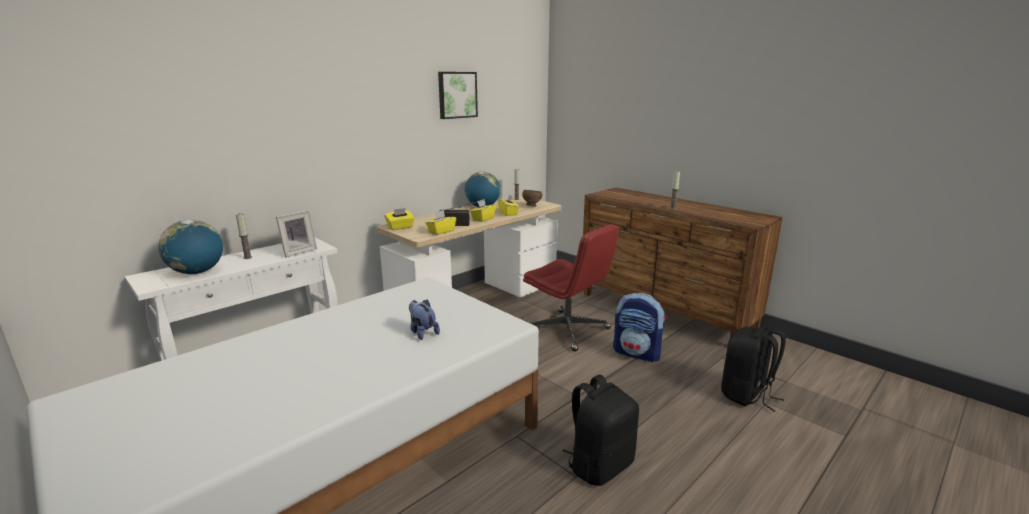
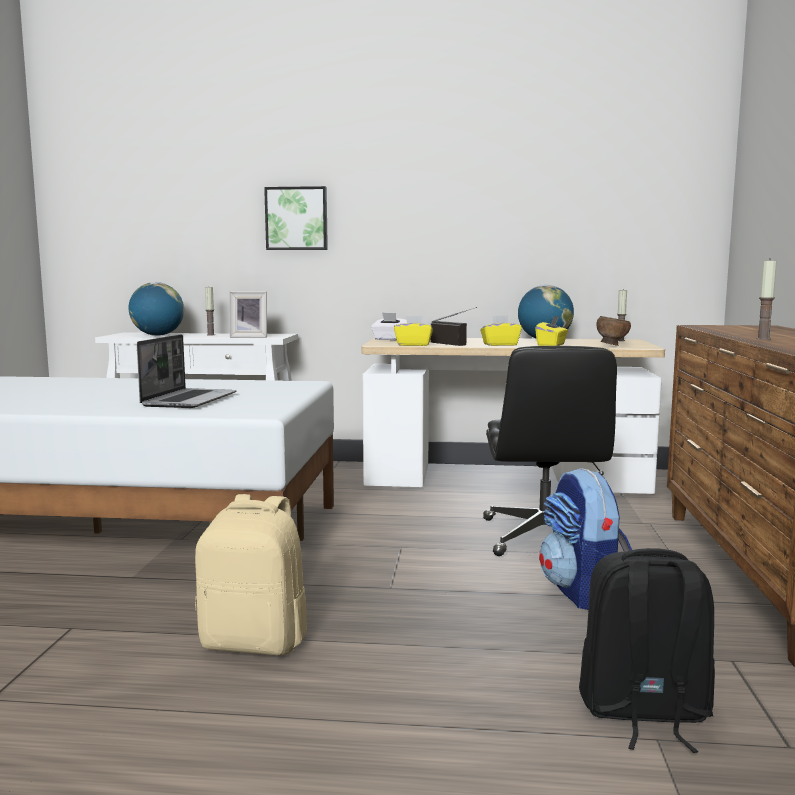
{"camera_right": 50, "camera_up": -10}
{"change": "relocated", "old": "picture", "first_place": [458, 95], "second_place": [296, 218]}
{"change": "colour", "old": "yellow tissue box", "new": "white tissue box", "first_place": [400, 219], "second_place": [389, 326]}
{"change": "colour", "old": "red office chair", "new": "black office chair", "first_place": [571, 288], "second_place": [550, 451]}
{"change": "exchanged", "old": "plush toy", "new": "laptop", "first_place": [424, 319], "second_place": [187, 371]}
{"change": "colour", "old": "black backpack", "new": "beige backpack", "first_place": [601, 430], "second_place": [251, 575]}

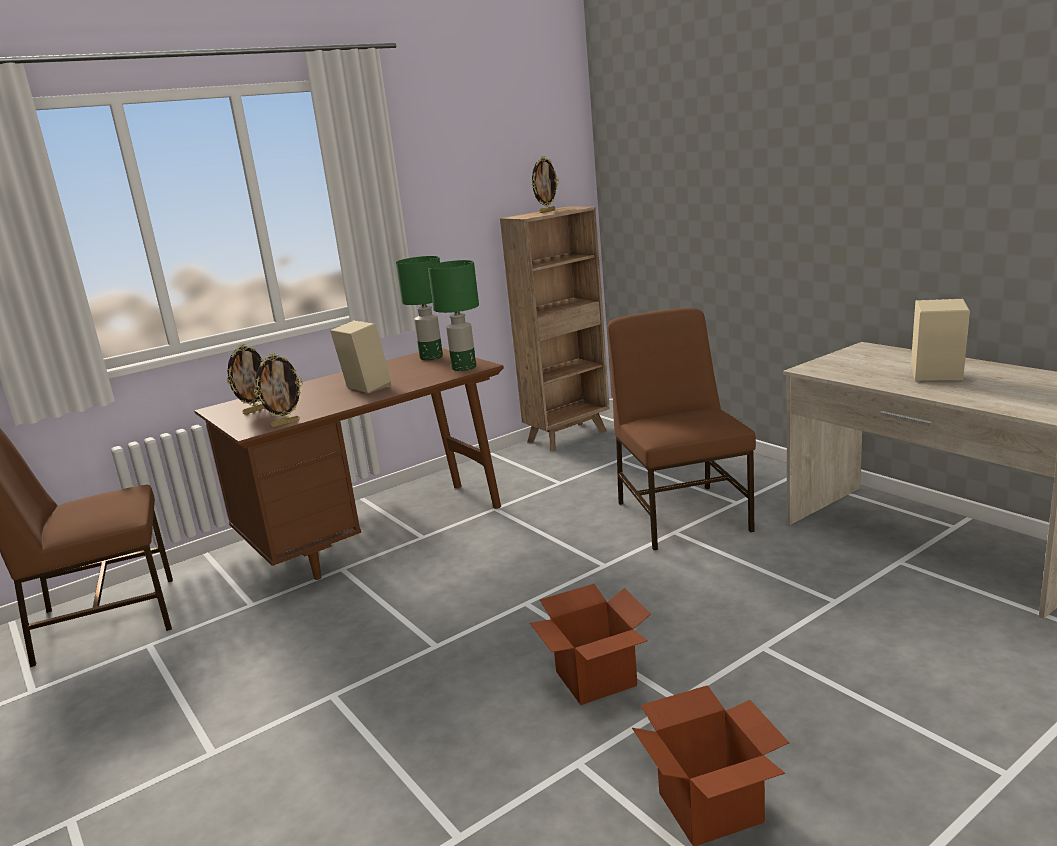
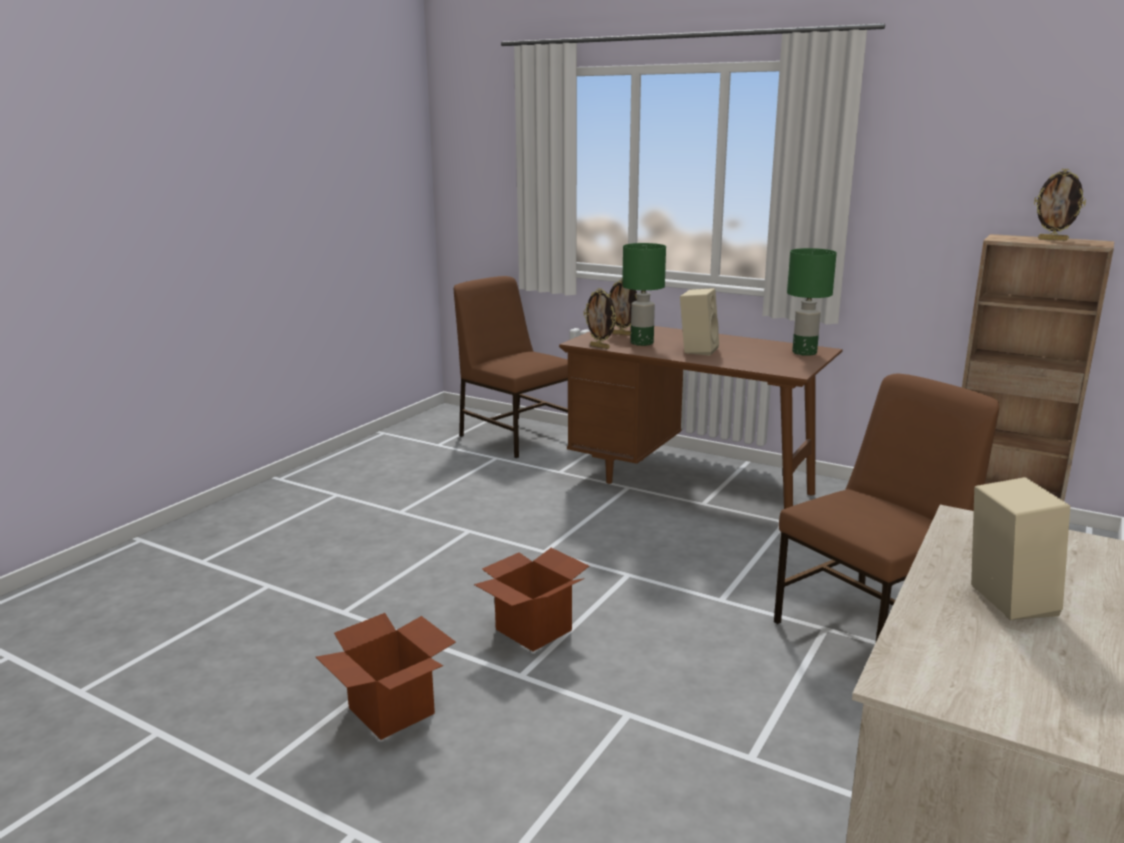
{"camera_right": 65, "camera_up": 0}
{"change": "relocated", "old": "green table lamp", "first_place": [453, 315], "second_place": [644, 294]}

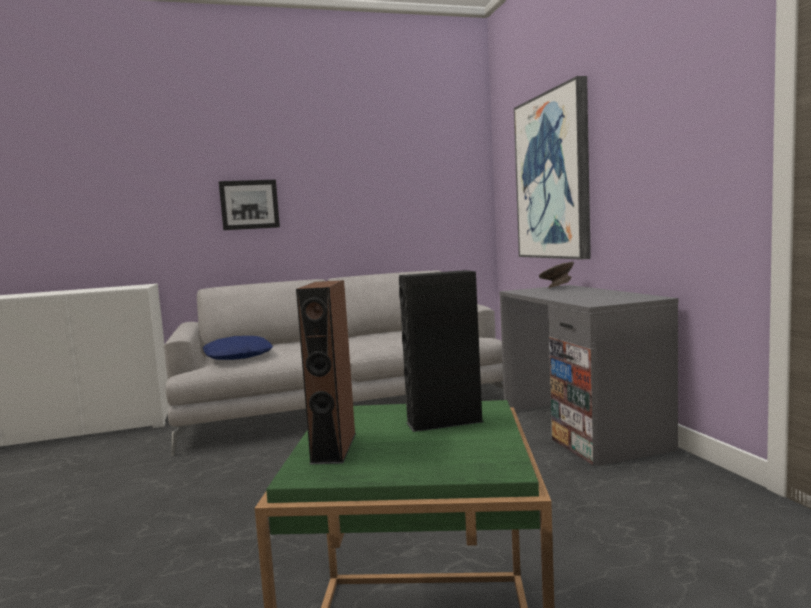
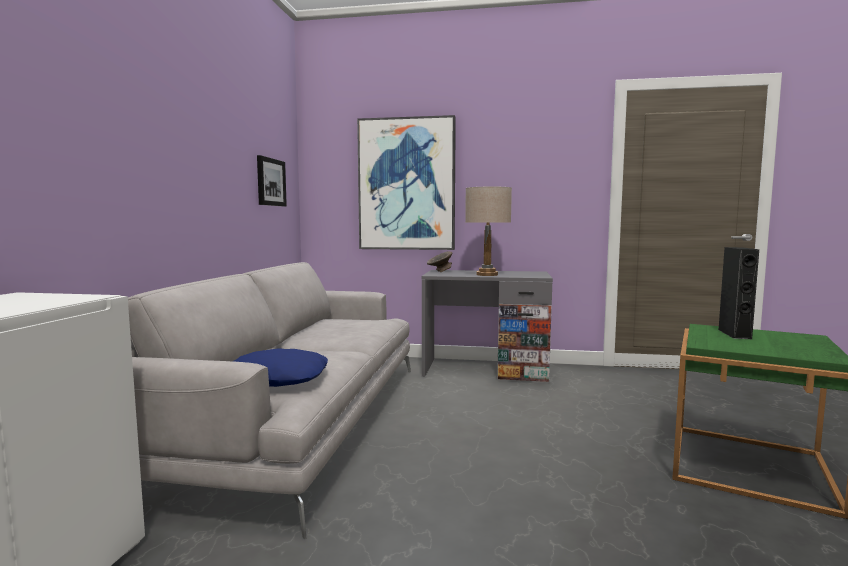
{"camera_right": -65, "camera_up": 0}
{"change": "relocated", "old": "picture", "first_place": [249, 205], "second_place": [272, 181]}
{"change": "missing", "old": "brown speaker", "first_place": [326, 372]}
{"change": "appeared", "new": "beige table lamp", "second_place": [488, 231]}

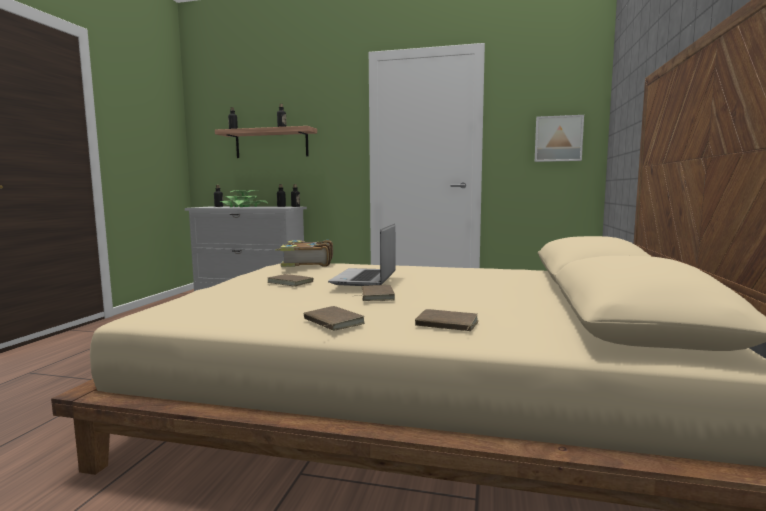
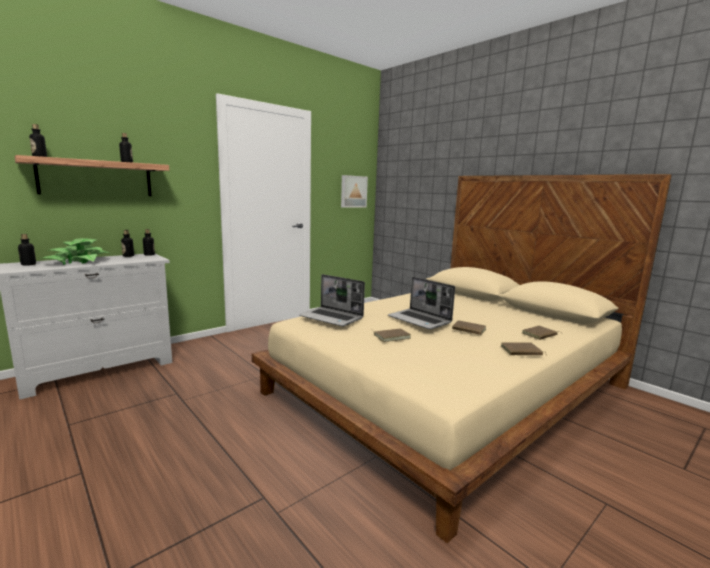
{"camera_right": -55, "camera_up": 5}
{"change": "exchanged", "old": "book", "new": "laptop", "first_place": [304, 253], "second_place": [332, 300]}

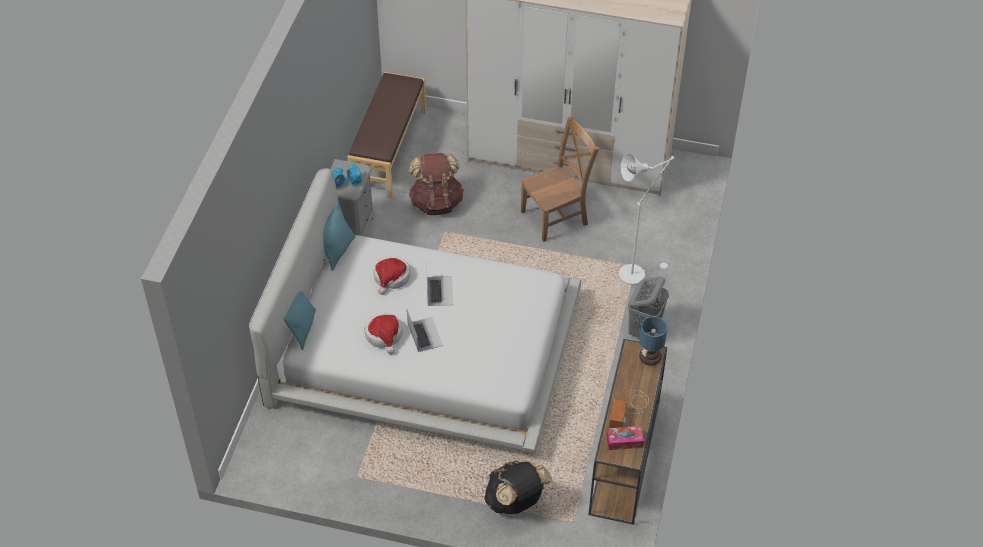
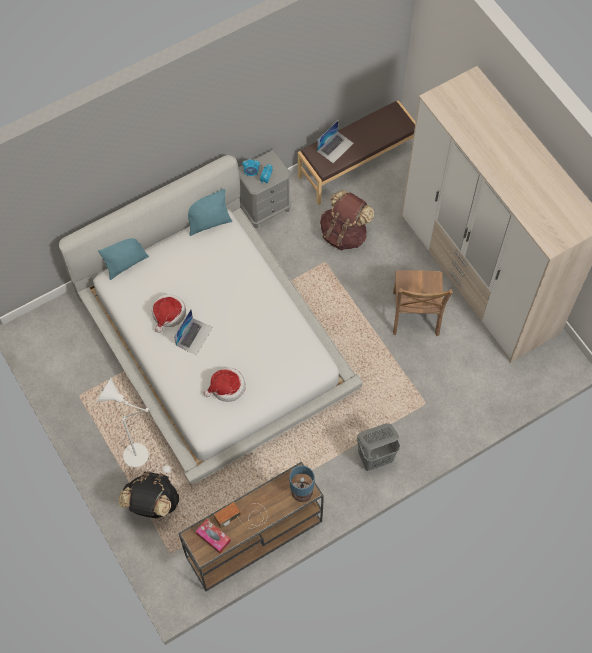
{"camera_right": 45, "camera_up": 15}
{"change": "spun", "old": "brown chair", "first_place": [560, 178], "second_place": [423, 303], "degrees": 75}
{"change": "relocated", "old": "white floor lamp", "first_place": [647, 219], "second_place": [133, 425]}
{"change": "relocated", "old": "hat", "first_place": [392, 275], "second_place": [224, 384]}
{"change": "relocated", "old": "laptop", "first_place": [439, 284], "second_place": [335, 141]}

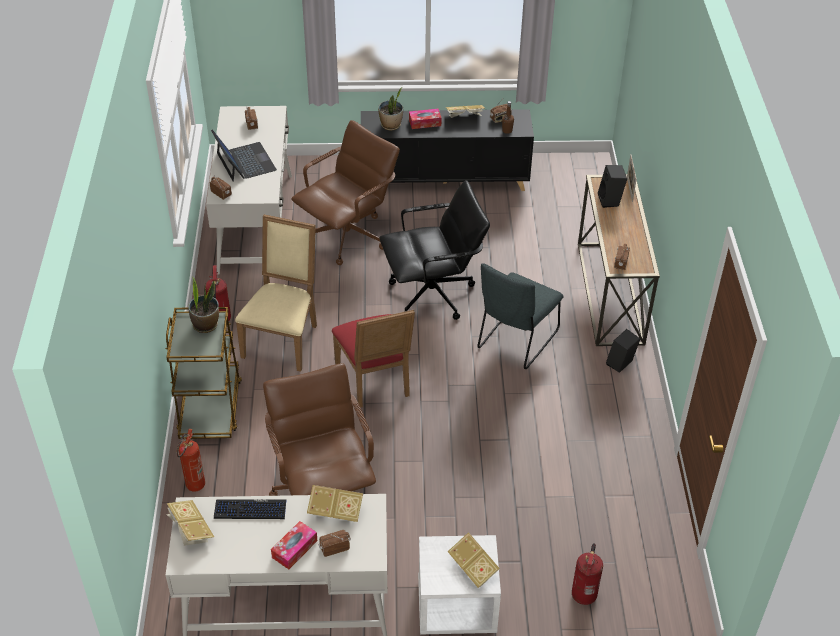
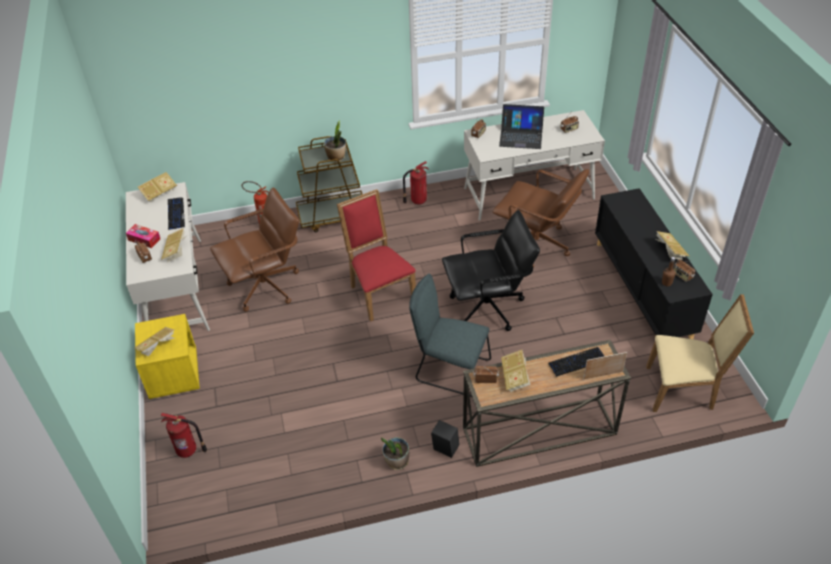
{"camera_right": 80, "camera_up": 0}
{"change": "relocated", "old": "potted plant", "first_place": [390, 108], "second_place": [395, 453]}
{"change": "missing", "old": "tissue box", "first_place": [425, 119]}
{"change": "spun", "old": "laptop", "first_place": [244, 155], "second_place": [521, 126], "degrees": 45}
{"change": "exchanged", "old": "black speaker", "new": "keyboard", "first_place": [612, 186], "second_place": [576, 362]}
{"change": "spun", "old": "black office chair", "first_place": [434, 250], "second_place": [491, 270], "degrees": -75}
{"change": "relocated", "old": "beige chair", "first_place": [276, 293], "second_place": [700, 353]}
{"change": "spun", "old": "red chair", "first_place": [373, 358], "second_place": [376, 255], "degrees": 90}
{"change": "colour", "old": "white nightstand", "new": "yellow nightstand", "first_place": [459, 584], "second_place": [167, 356]}
{"change": "appeared", "new": "book", "second_place": [516, 371]}

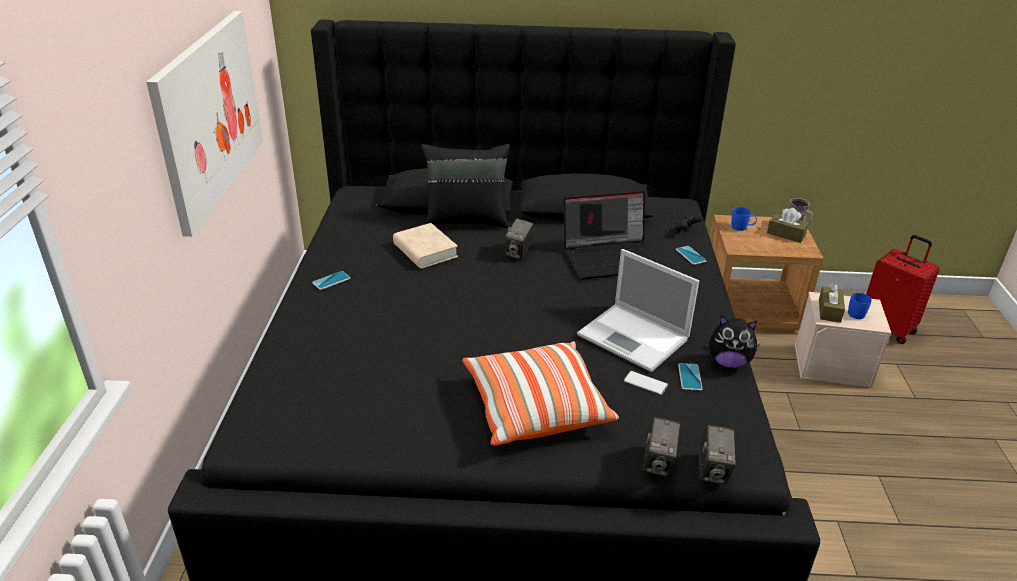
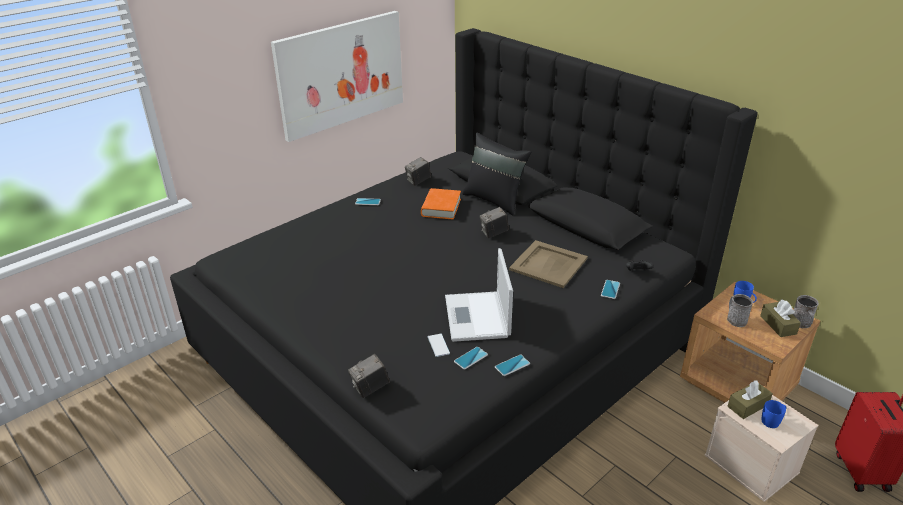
{"camera_right": 45, "camera_up": 0}
{"change": "exchanged", "old": "laptop", "new": "beige tray", "first_place": [611, 235], "second_place": [548, 264]}
{"change": "colour", "old": "beige book", "new": "orange book", "first_place": [425, 246], "second_place": [441, 204]}
{"change": "exchanged", "old": "plush toy", "new": "phone", "first_place": [734, 341], "second_place": [512, 365]}
{"change": "missing", "old": "pillow", "first_place": [540, 393]}
{"change": "relocated", "old": "photo camera", "first_place": [717, 454], "second_place": [418, 171]}
{"change": "appeared", "new": "grey mug", "second_place": [740, 310]}

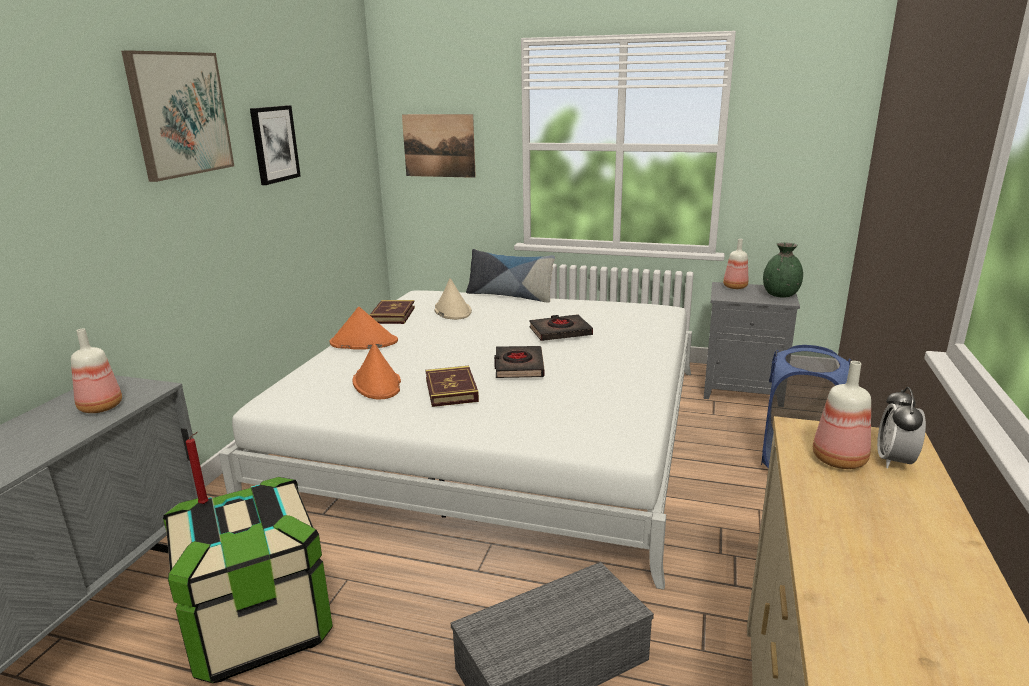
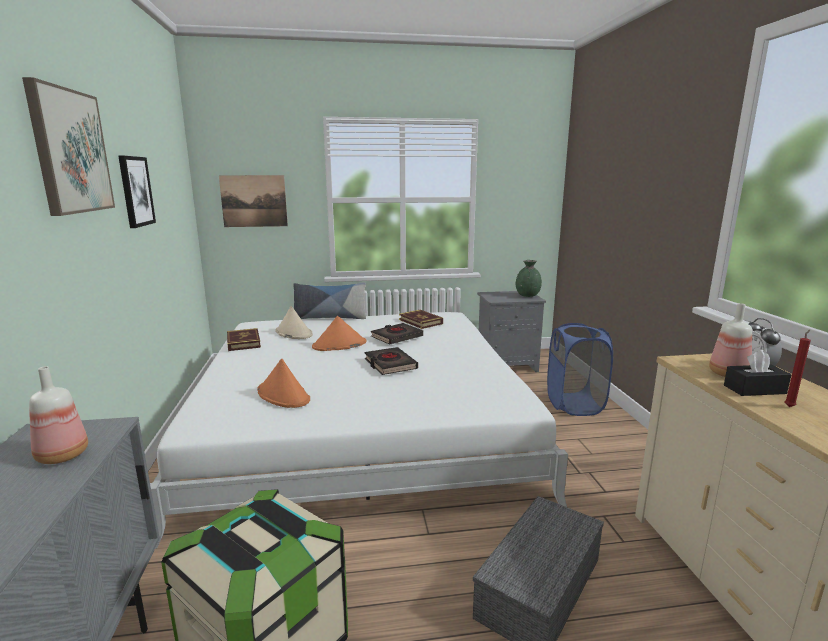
{"camera_right": -25, "camera_up": -5}
{"change": "missing", "old": "bottle", "first_place": [735, 264]}
{"change": "relocated", "old": "orange hat", "first_place": [364, 328], "second_place": [339, 333]}
{"change": "relocated", "old": "book", "first_place": [452, 386], "second_place": [421, 319]}
{"change": "relocated", "old": "red candle", "first_place": [197, 468], "second_place": [797, 368]}
{"change": "appeared", "new": "black tissue box", "second_place": [758, 373]}

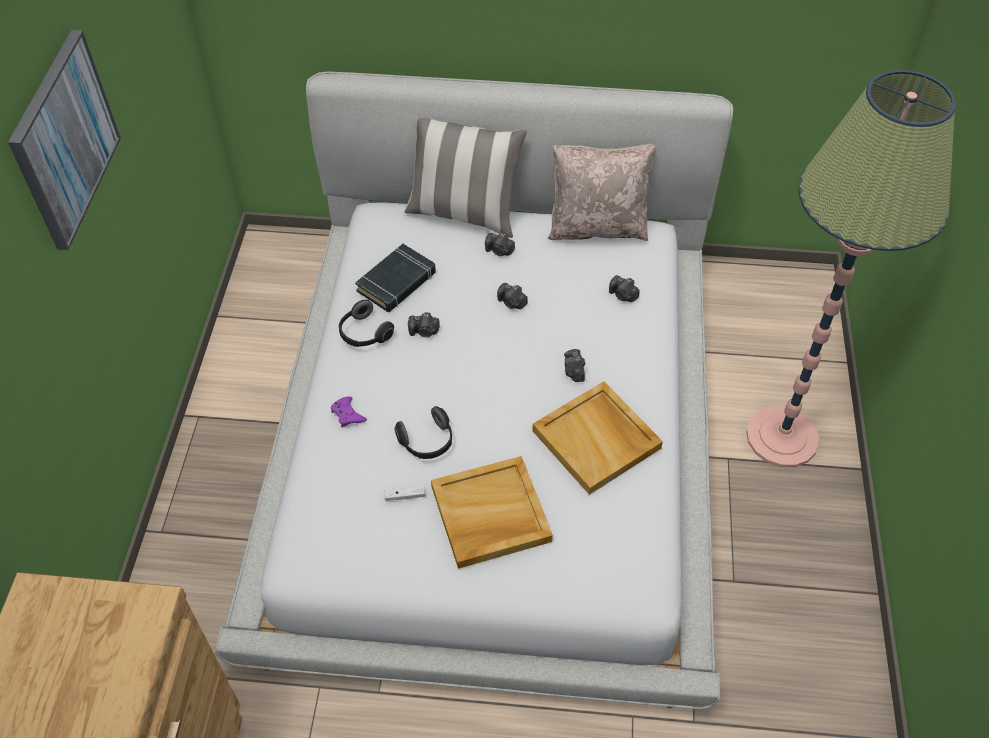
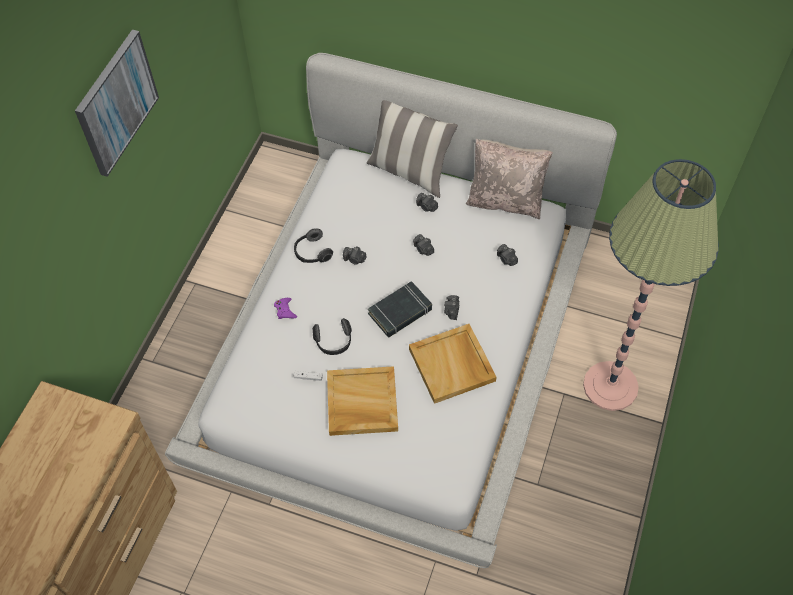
{"camera_right": 15, "camera_up": 5}
{"change": "relocated", "old": "black book", "first_place": [395, 278], "second_place": [400, 309]}

